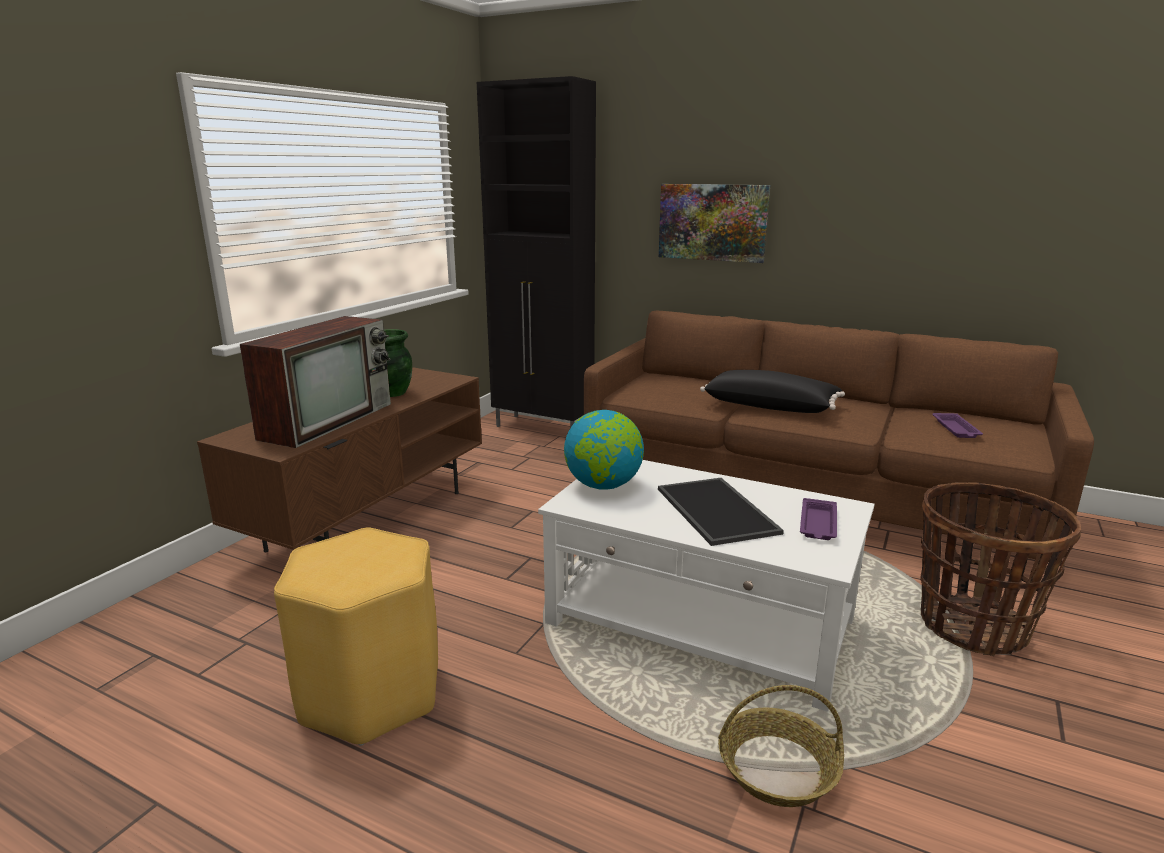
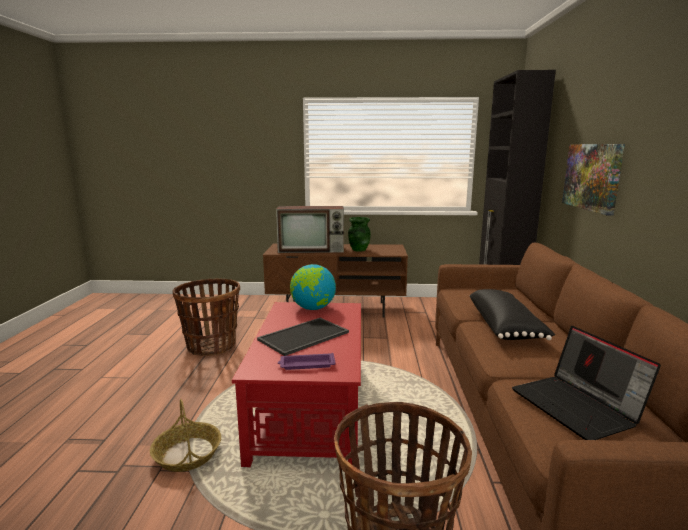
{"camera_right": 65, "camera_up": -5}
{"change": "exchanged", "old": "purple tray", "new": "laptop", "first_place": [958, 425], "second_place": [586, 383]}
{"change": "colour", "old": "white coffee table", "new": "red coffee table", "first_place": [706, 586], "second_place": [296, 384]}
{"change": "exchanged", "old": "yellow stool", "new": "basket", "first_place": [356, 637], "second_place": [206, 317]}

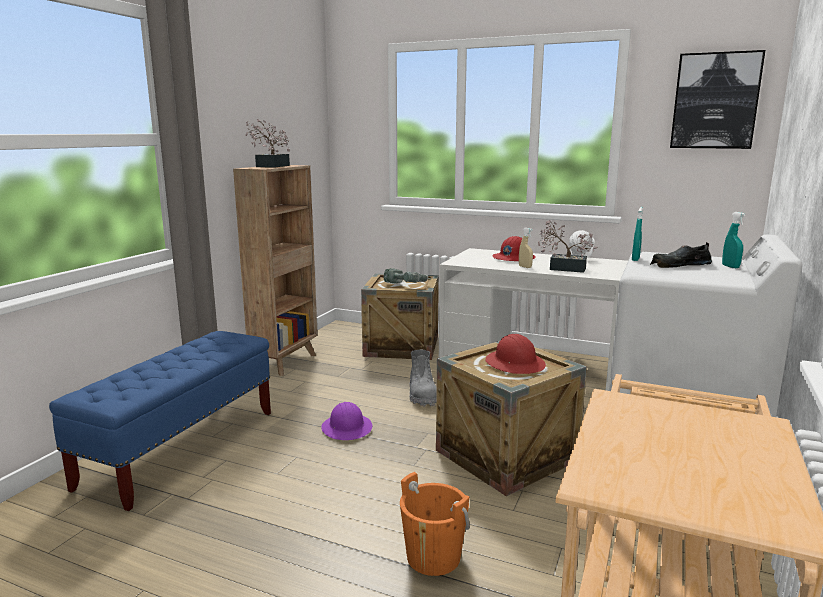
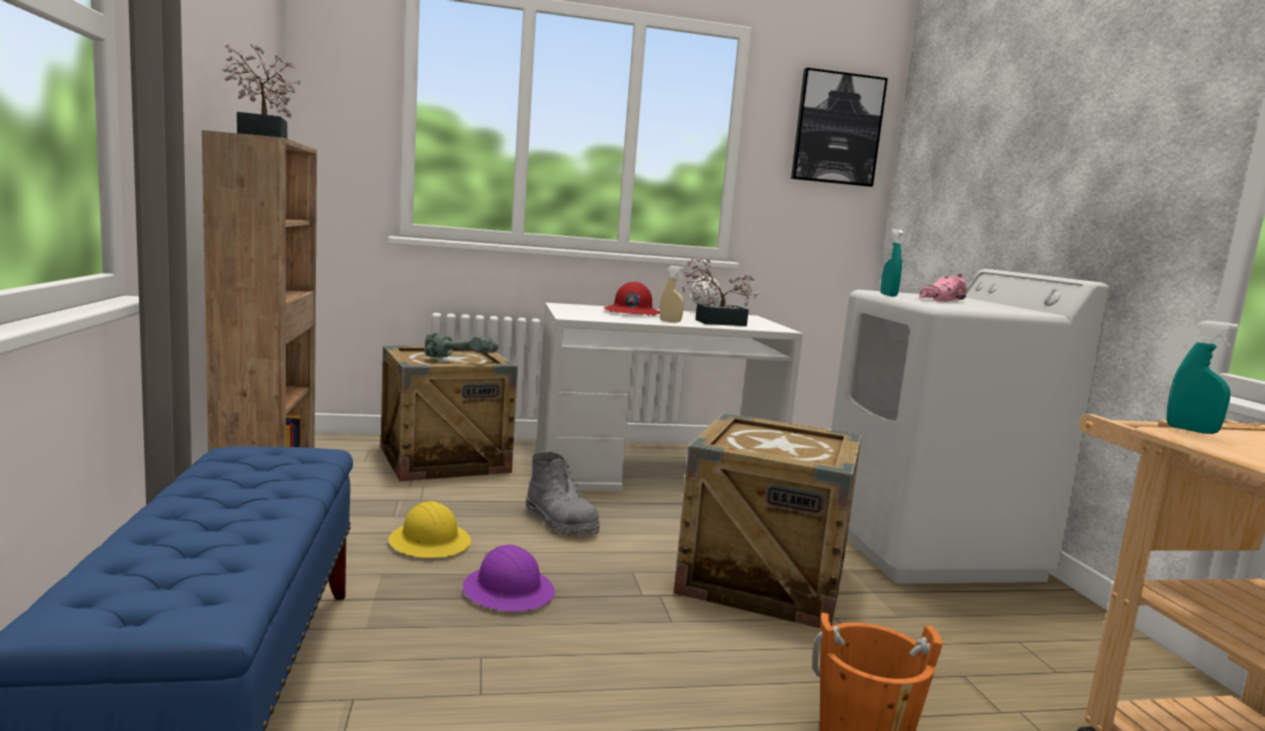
{"camera_right": -35, "camera_up": -5}
{"change": "relocated", "old": "turquoise spray bottle", "first_place": [734, 240], "second_place": [1203, 377]}
{"change": "colour", "old": "black shoe", "new": "pink shoe", "first_place": [681, 255], "second_place": [942, 288]}
{"change": "missing", "old": "red hard hat", "first_place": [516, 354]}
{"change": "appeared", "new": "yellow hard hat", "second_place": [429, 529]}

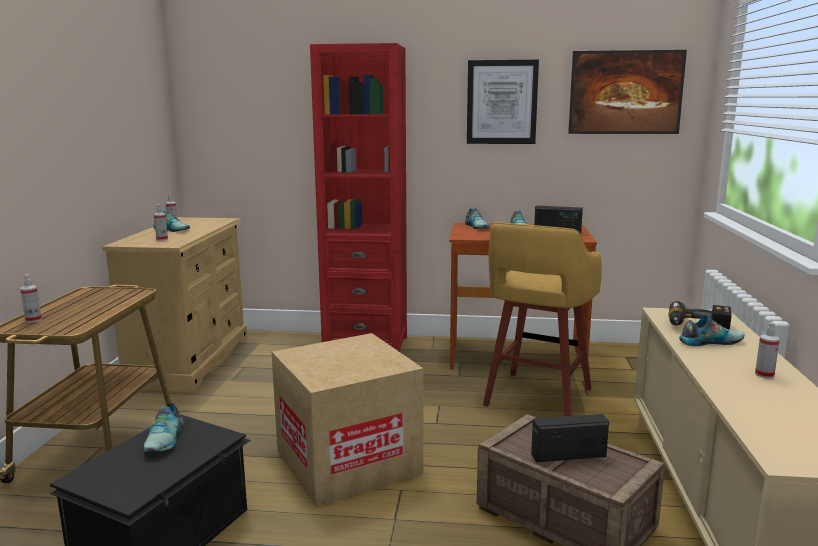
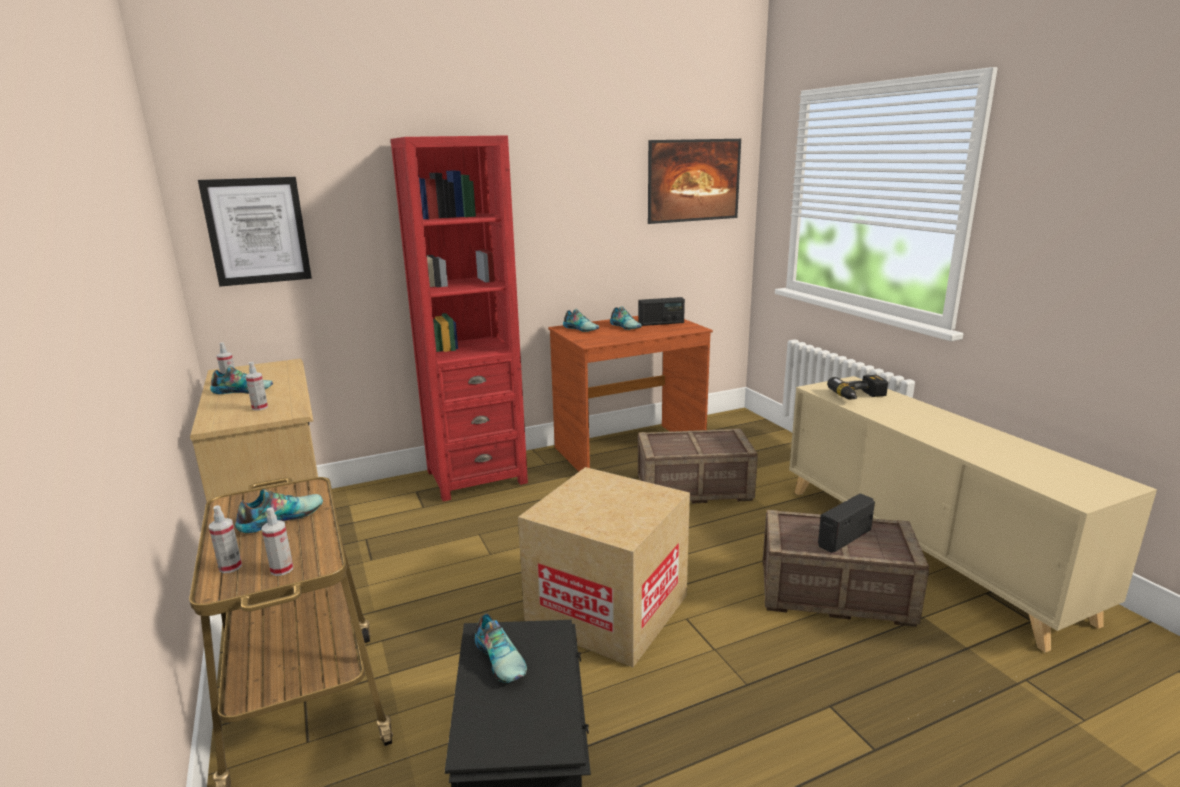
{"camera_right": -30, "camera_up": 5}
{"change": "relocated", "old": "picture", "first_place": [503, 102], "second_place": [255, 232]}
{"change": "exchanged", "old": "yellow stool", "new": "crate", "first_place": [542, 319], "second_place": [698, 466]}
{"change": "relocated", "old": "shoe", "first_place": [712, 330], "second_place": [279, 511]}
{"change": "relocated", "old": "spray bottle", "first_place": [767, 350], "second_place": [277, 541]}

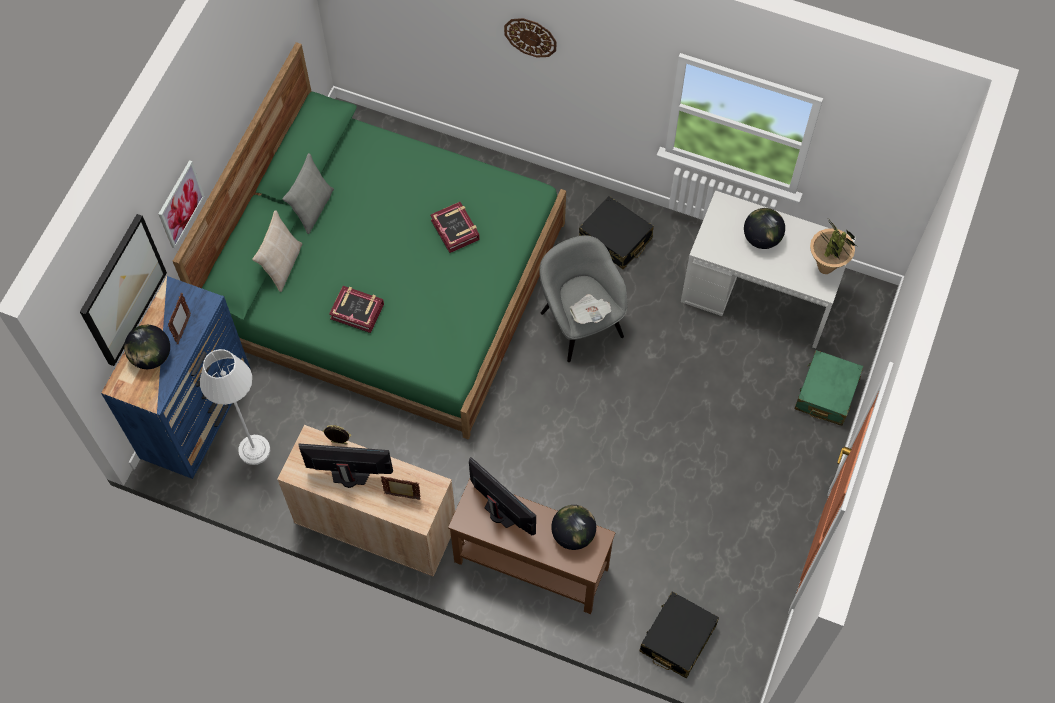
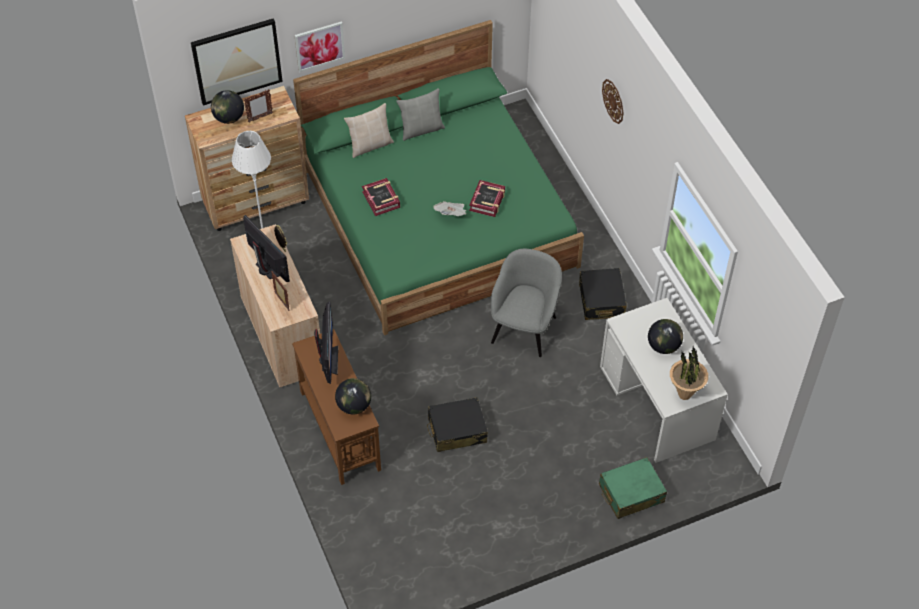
{"camera_right": 45, "camera_up": -10}
{"change": "colour", "old": "blue dresser", "new": "brown dresser", "first_place": [175, 377], "second_place": [247, 158]}
{"change": "relocated", "old": "newspaper", "first_place": [590, 309], "second_place": [449, 208]}
{"change": "relocated", "old": "black suitcase", "first_place": [679, 634], "second_place": [457, 424]}

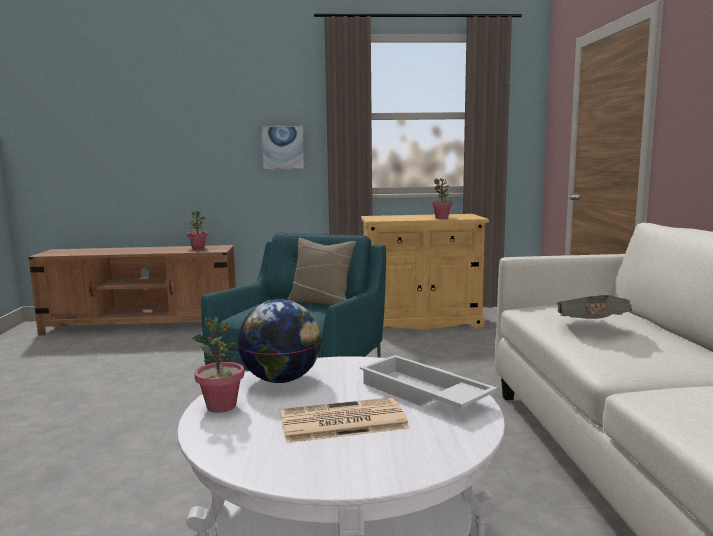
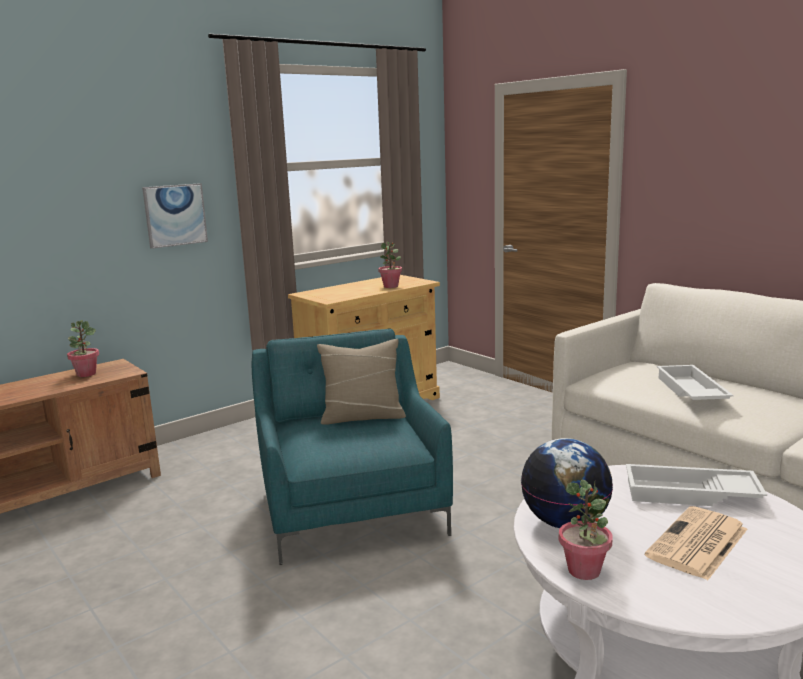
{"camera_right": -35, "camera_up": 5}
{"change": "exchanged", "old": "newspaper", "new": "white tray", "first_place": [595, 307], "second_place": [695, 382]}

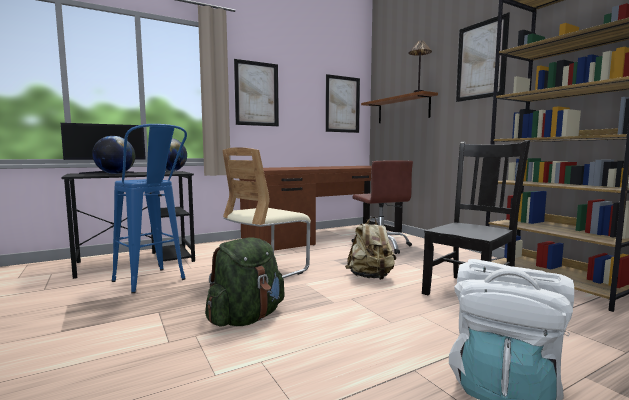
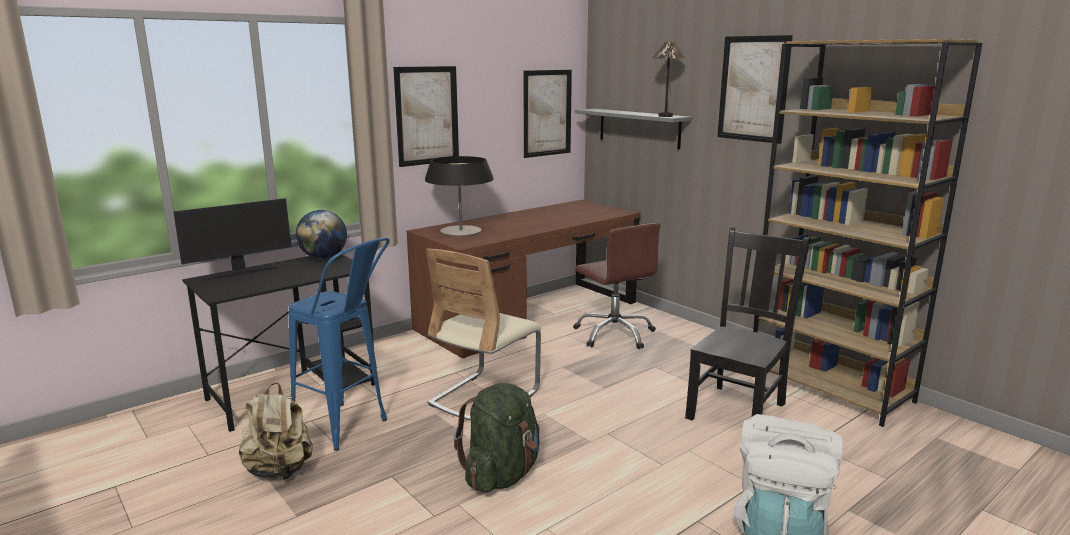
{"camera_right": -10, "camera_up": 10}
{"change": "colour", "old": "brown shelf", "new": "grey shelf", "first_place": [399, 107], "second_place": [633, 129]}
{"change": "missing", "old": "globe", "first_place": [113, 155]}
{"change": "relocated", "old": "beige backpack", "first_place": [370, 248], "second_place": [276, 431]}
{"change": "appeared", "new": "table lamp", "second_place": [459, 196]}

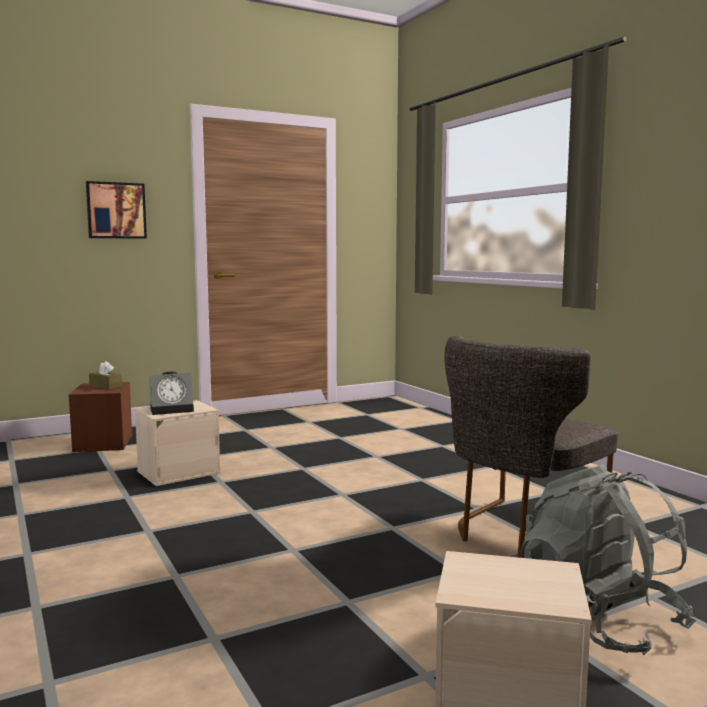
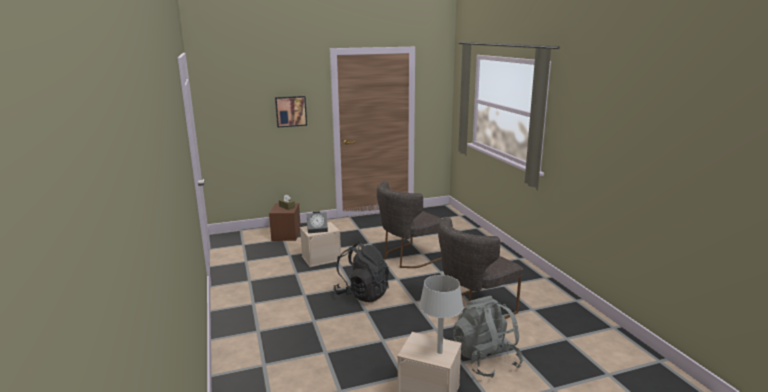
{"camera_right": 10, "camera_up": 10}
{"change": "appeared", "new": "grey chair", "second_place": [409, 224]}
{"change": "appeared", "new": "black backpack", "second_place": [361, 272]}
{"change": "appeared", "new": "grey table lamp", "second_place": [441, 314]}

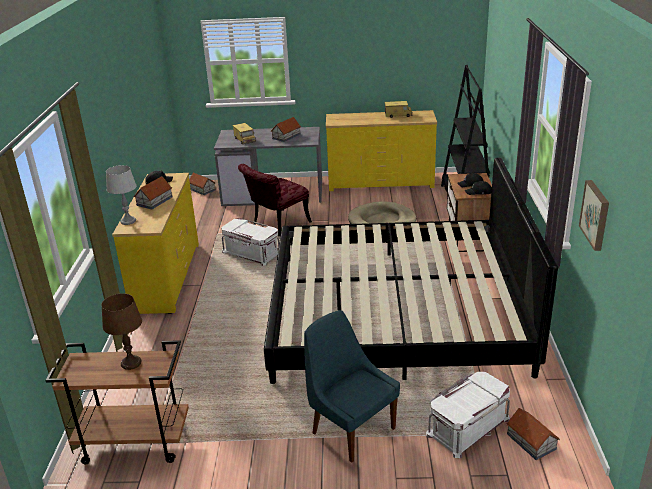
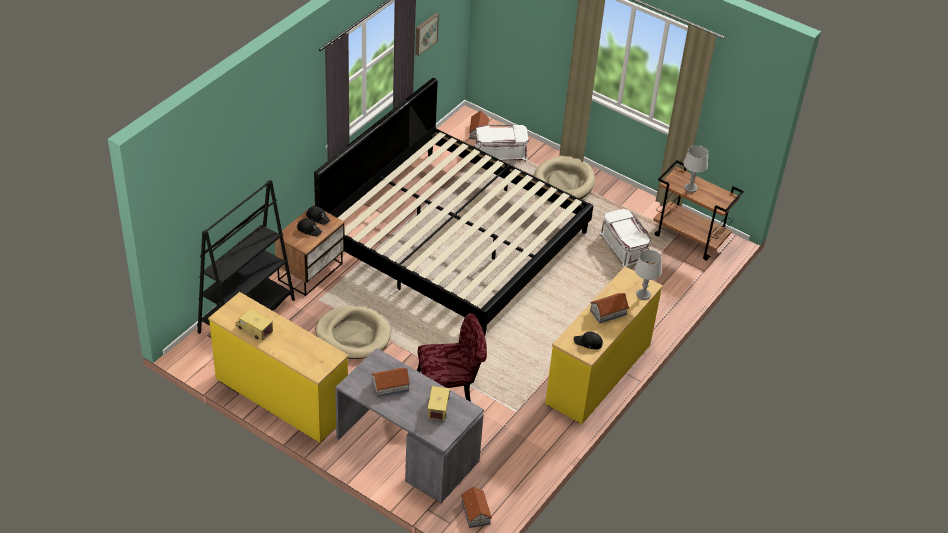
{"camera_right": -150, "camera_up": 15}
{"change": "relocated", "old": "white storage box", "first_place": [250, 242], "second_place": [625, 238]}
{"change": "colour", "old": "brown table lamp", "new": "grey table lamp", "first_place": [121, 331], "second_place": [695, 169]}
{"change": "exchanged", "old": "blue chair", "new": "beige dog bed", "first_place": [352, 386], "second_place": [564, 178]}

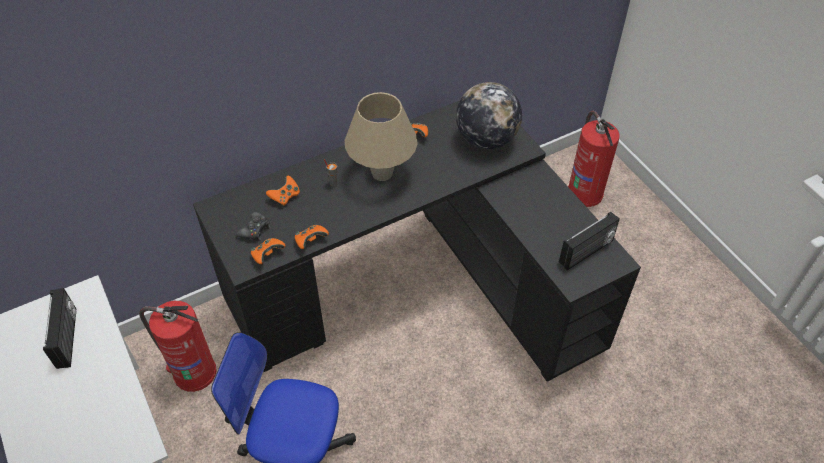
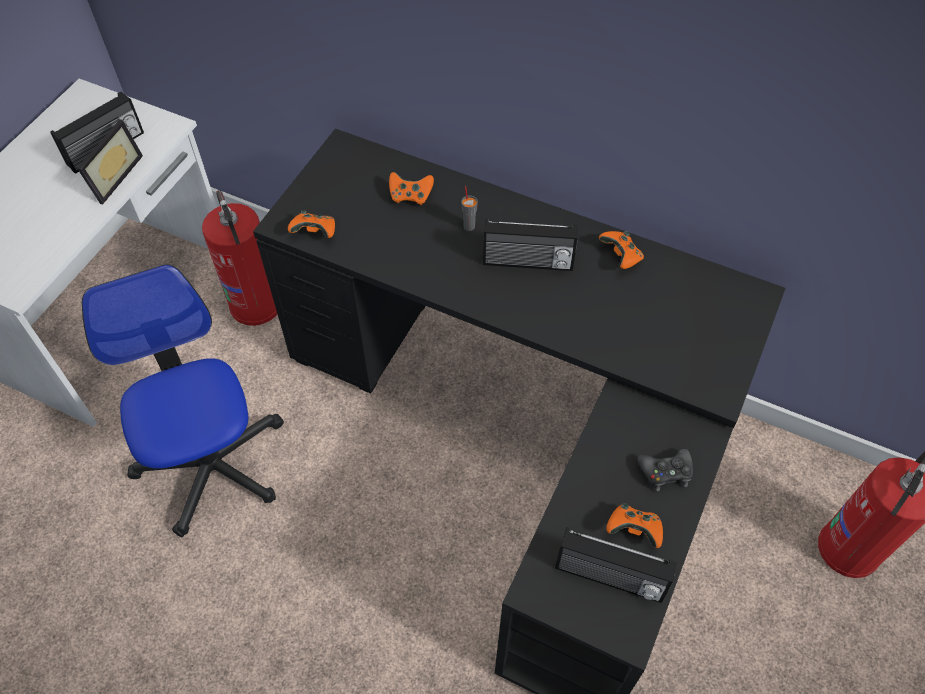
{"camera_right": 55, "camera_up": 5}
{"change": "missing", "old": "globe", "first_place": [489, 115]}
{"change": "exchanged", "old": "beige table lamp", "new": "radio", "first_place": [381, 136], "second_place": [530, 245]}
{"change": "relocated", "old": "black game controller", "first_place": [254, 226], "second_place": [665, 470]}
{"change": "relocated", "old": "orange game controller", "first_place": [312, 237], "second_place": [634, 525]}
{"change": "appeared", "new": "picture frame", "second_place": [110, 161]}

